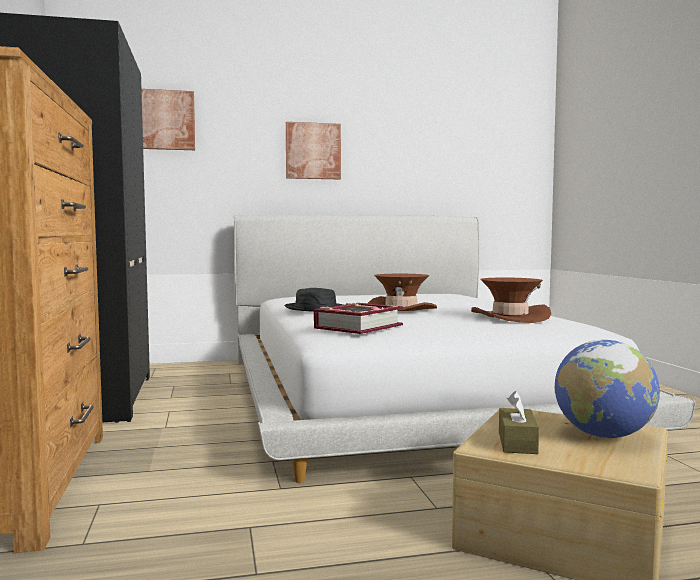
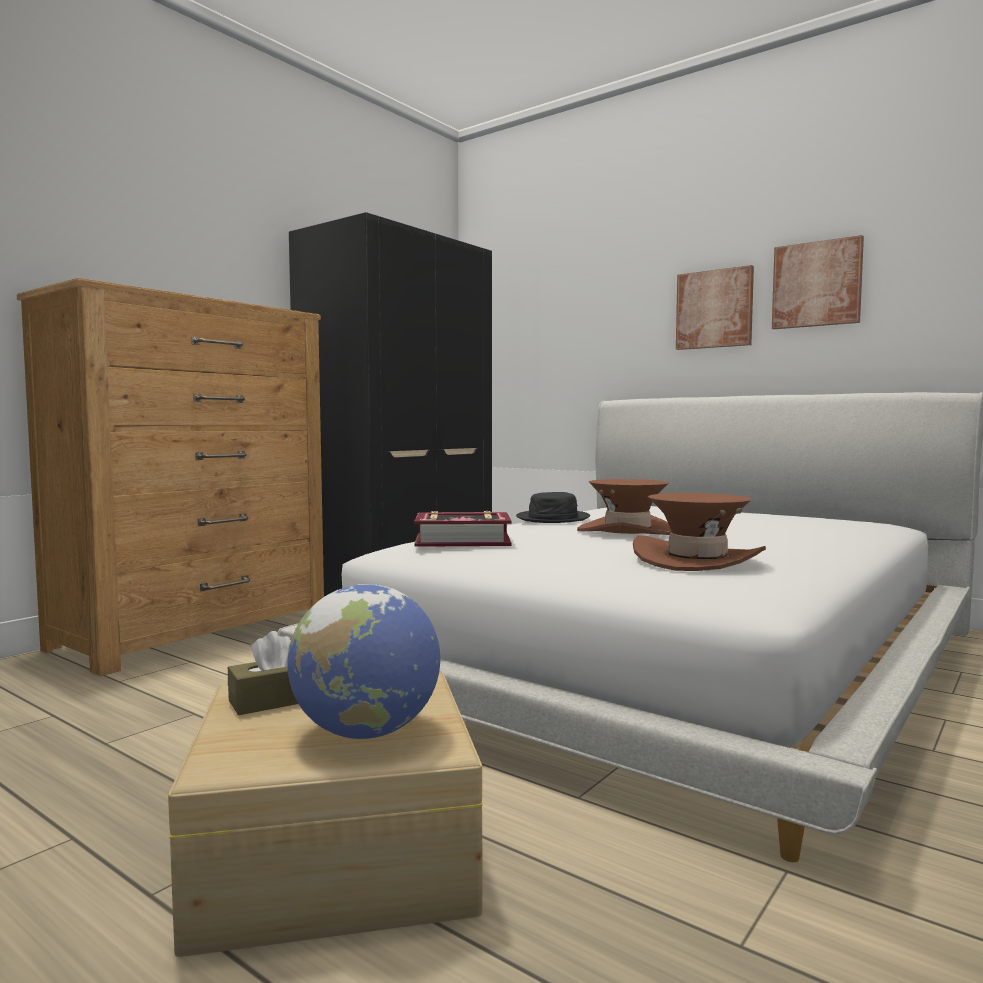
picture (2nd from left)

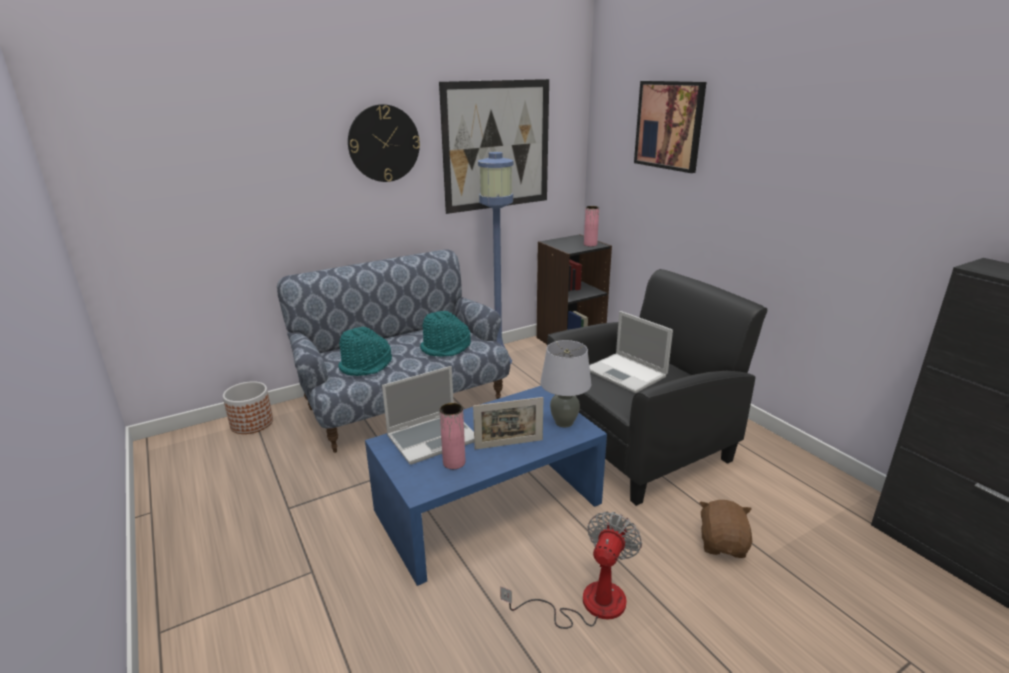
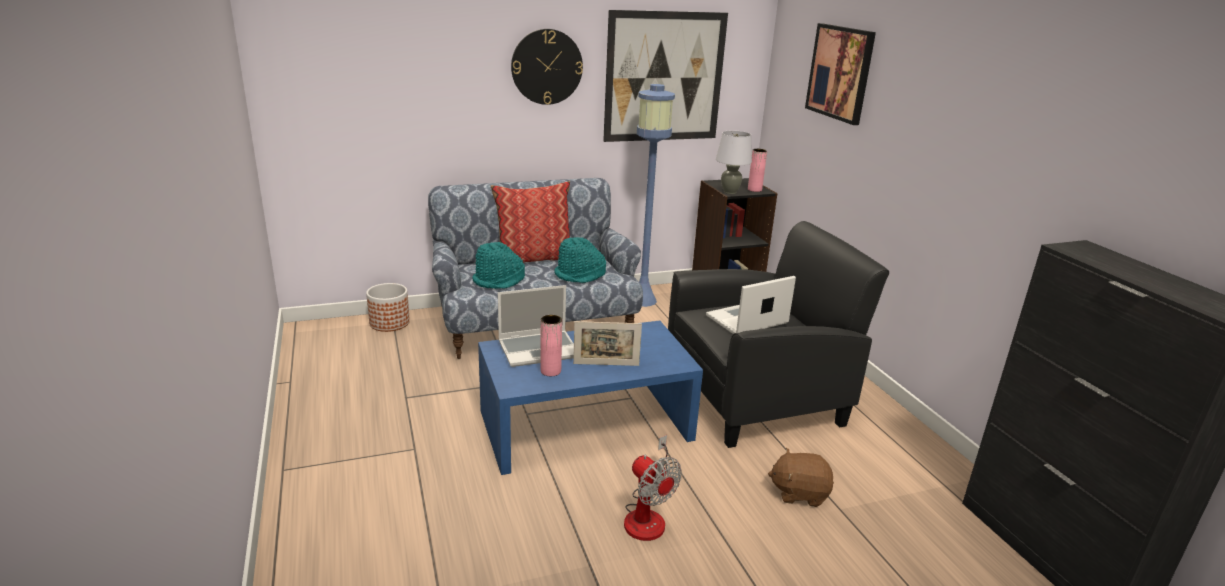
laptop (2nd from left)
grey table lamp
brown plush toy
fan
pillow

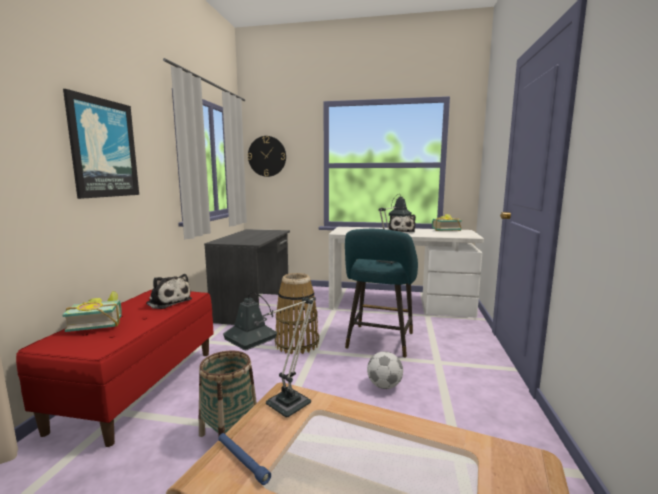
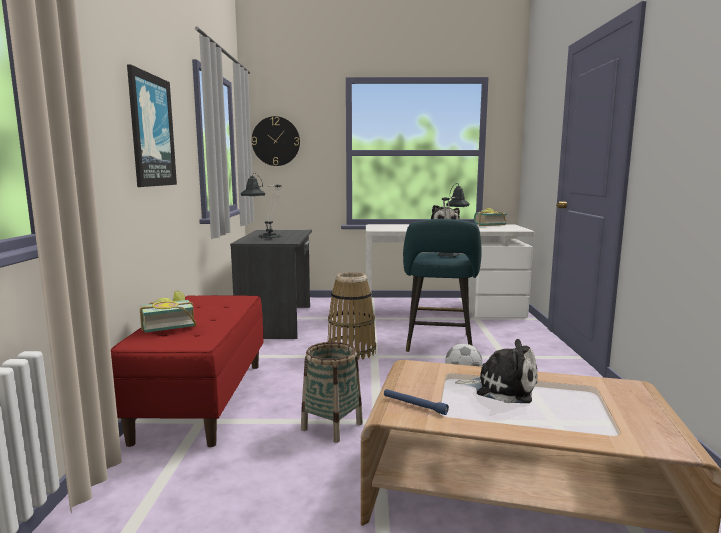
plush toy (2nd from left)
table lamp (1st from left)

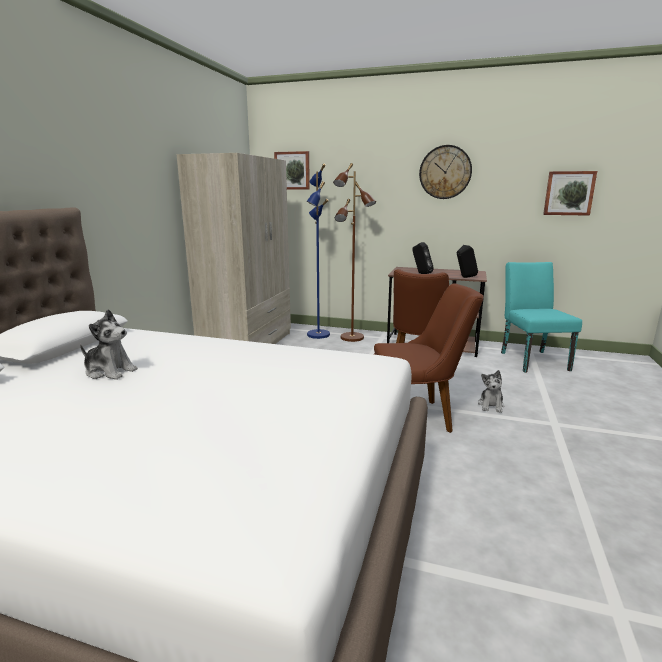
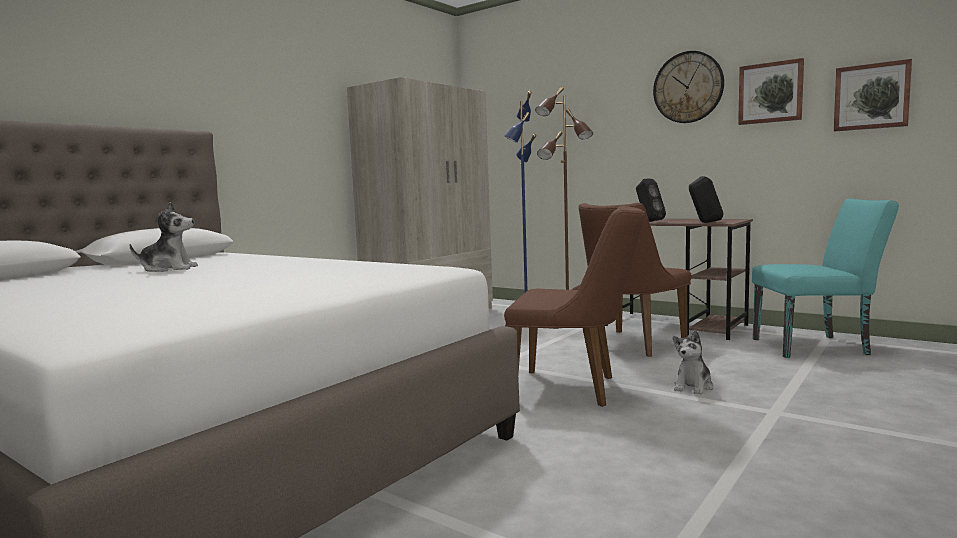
picture (1st from left)
turquoise chair
plush toy (1st from left)

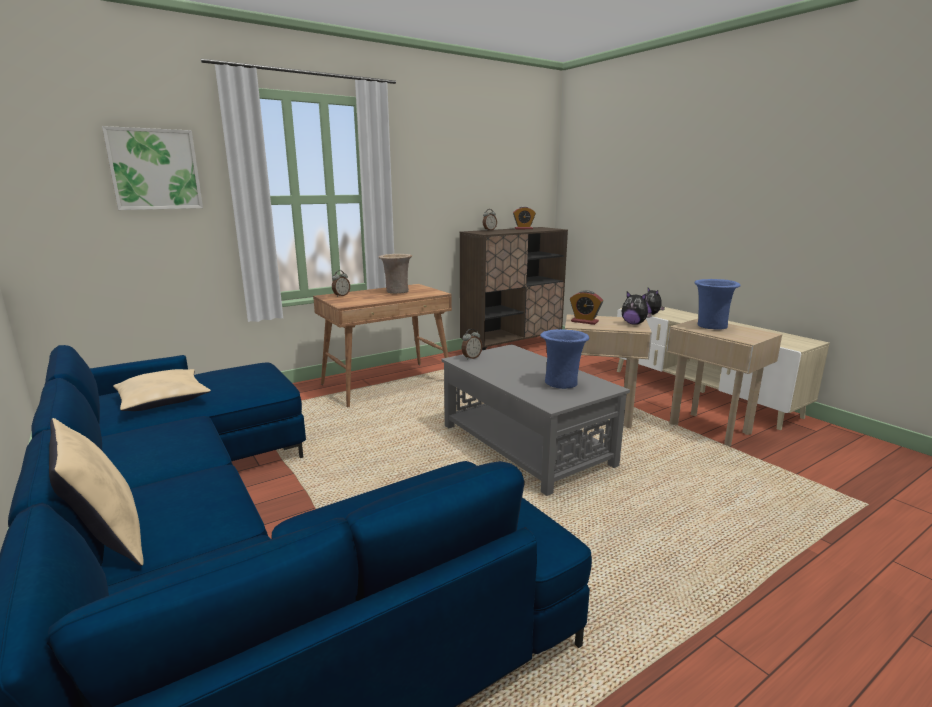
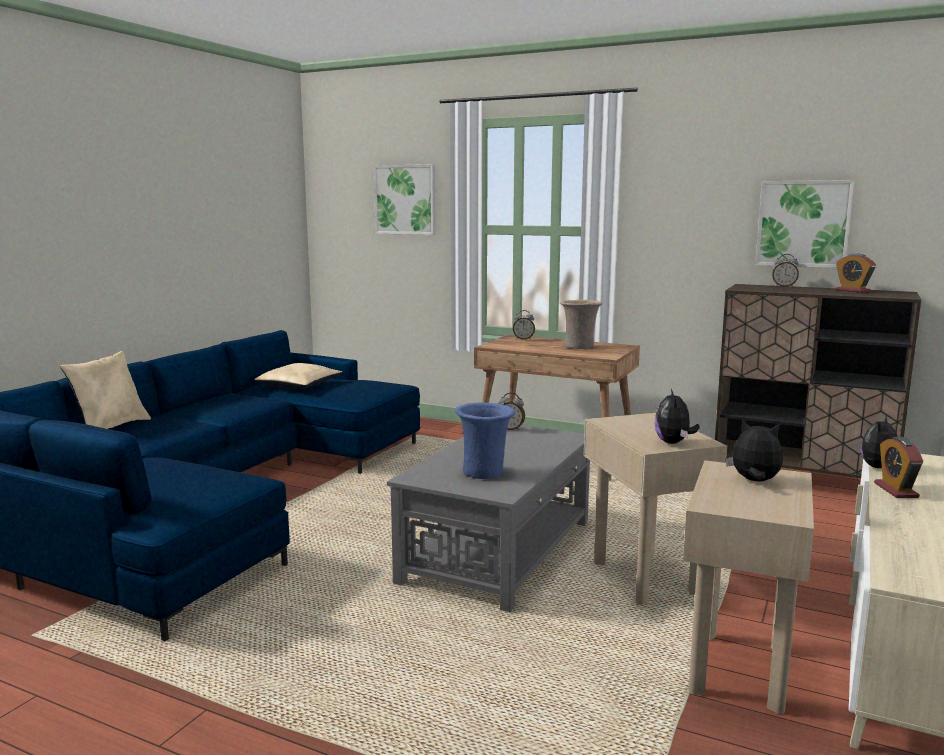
plush toy (2nd from left)
alarm clock (5th from left)
picture (2nd from left)

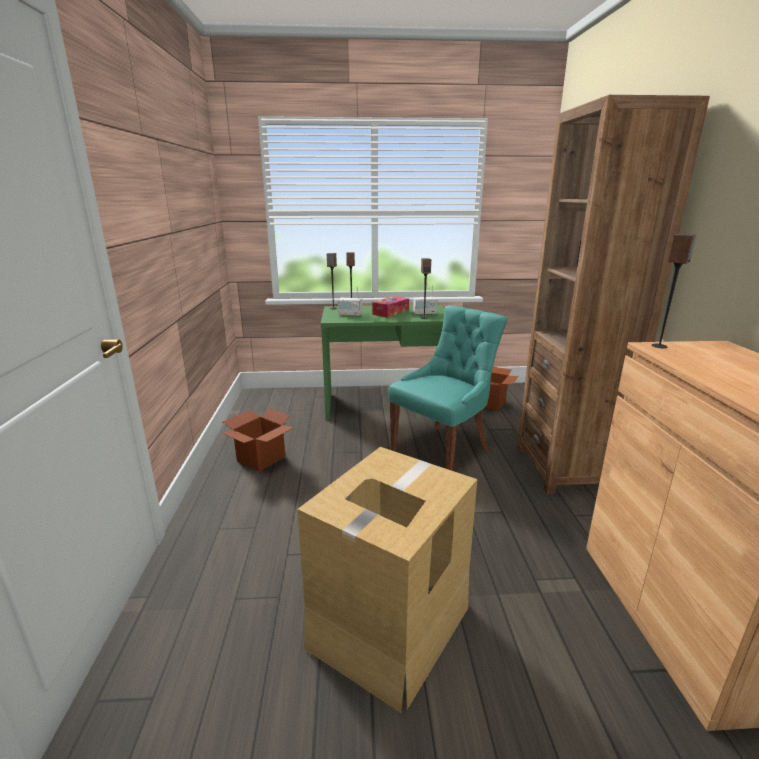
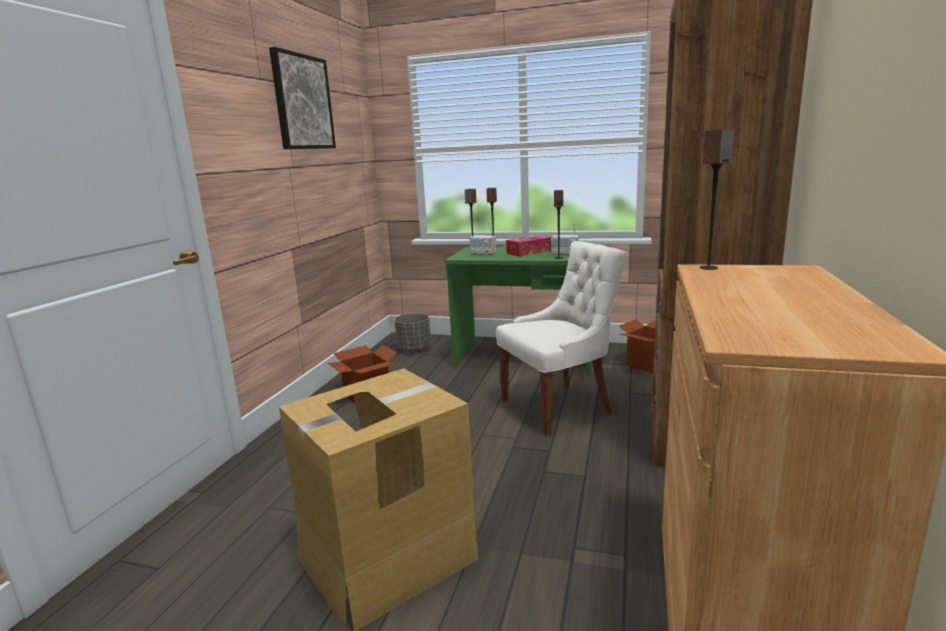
white chair
picture
grey planter

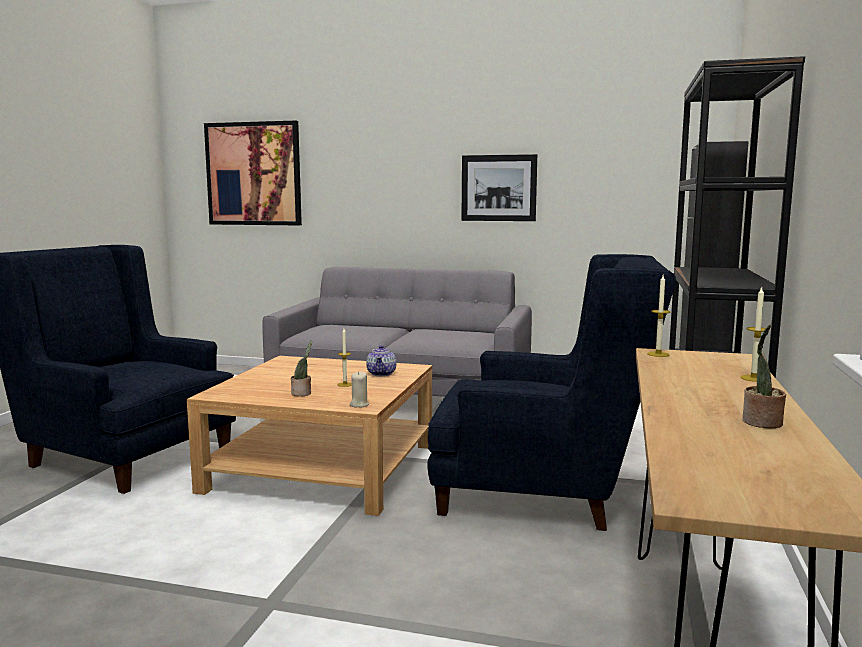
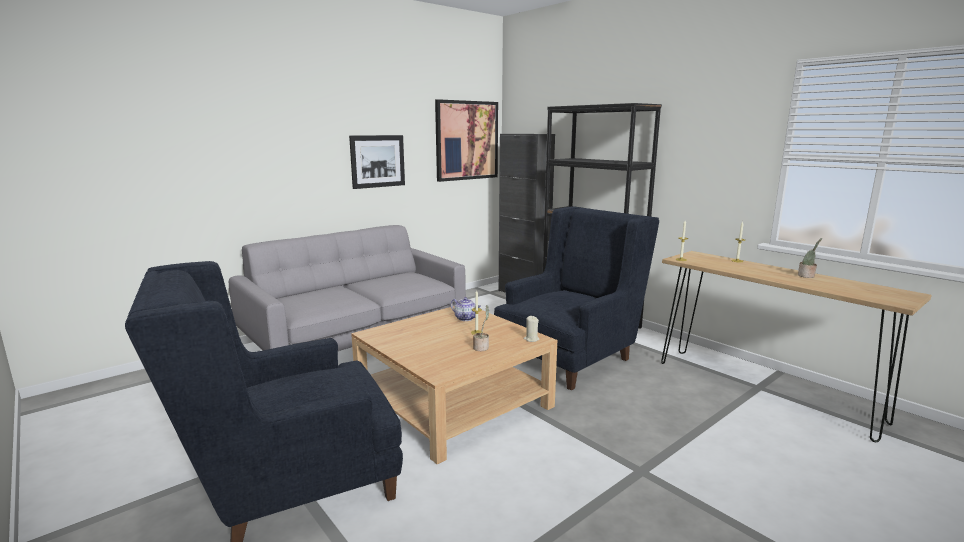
picture (2nd from left)

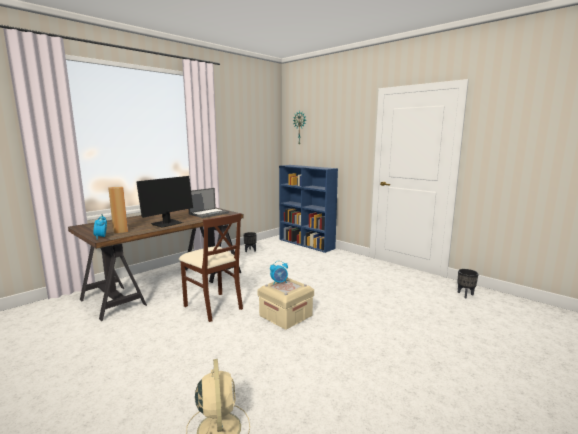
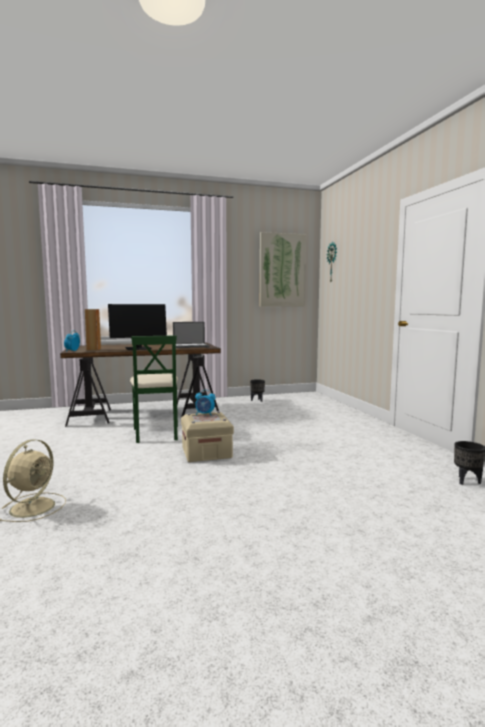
blue bookcase
green chair
picture

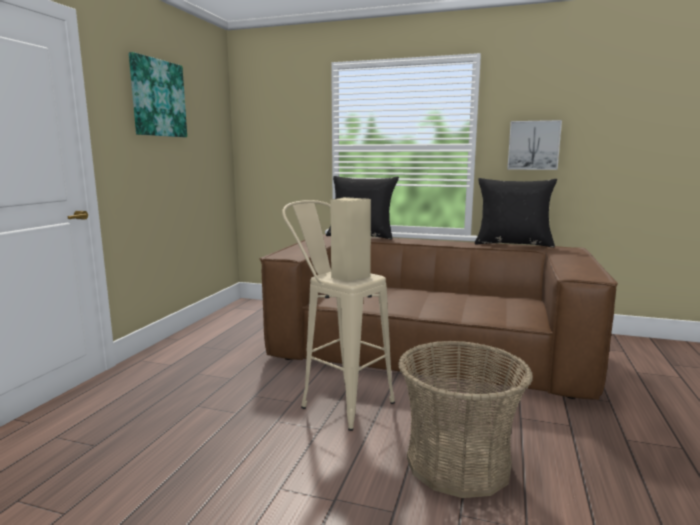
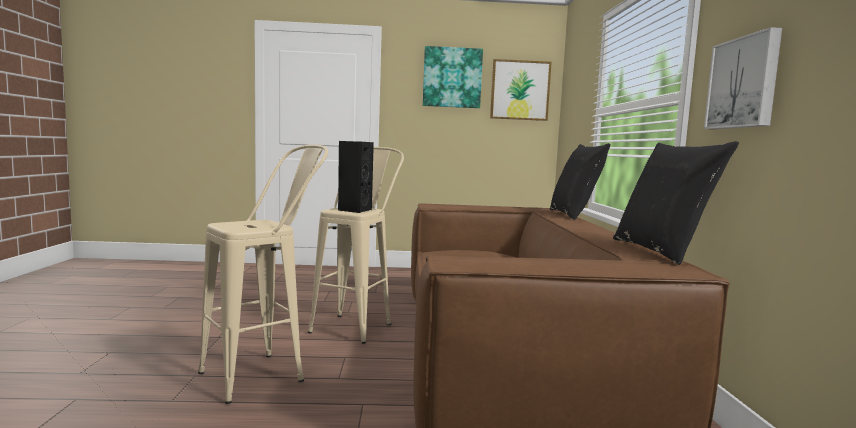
black speaker
beige stool (1st from left)
picture (2nd from left)

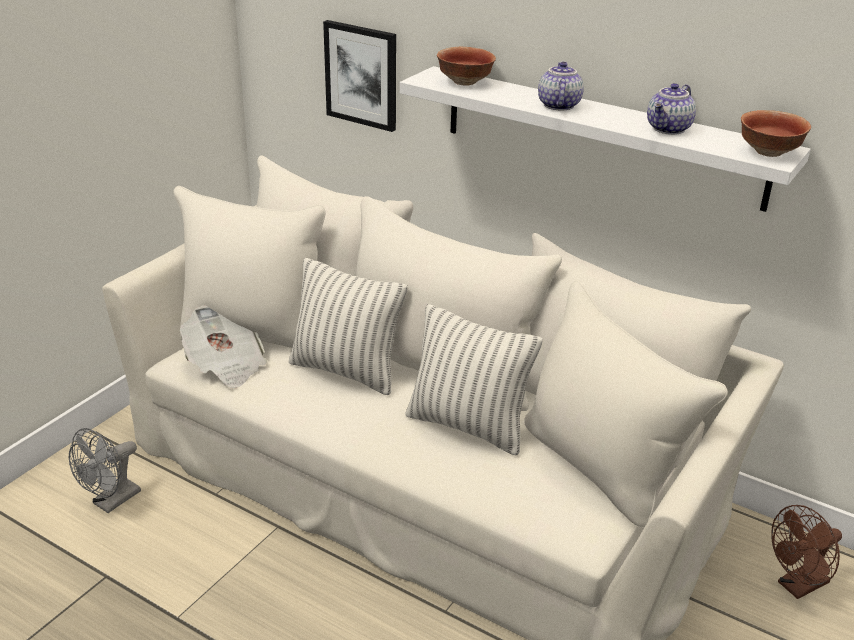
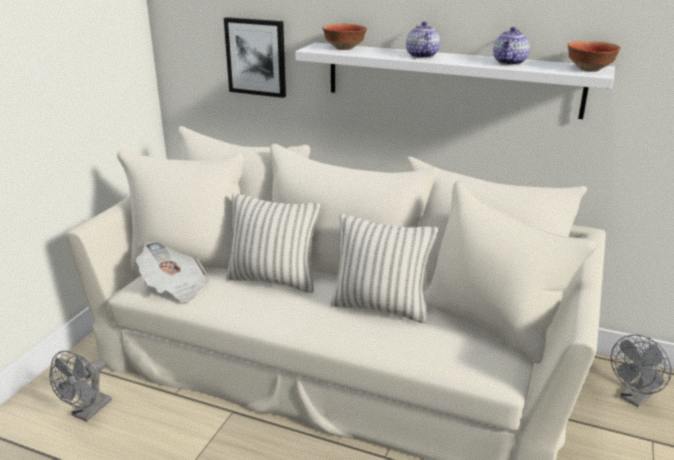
grey fan (2nd from left)

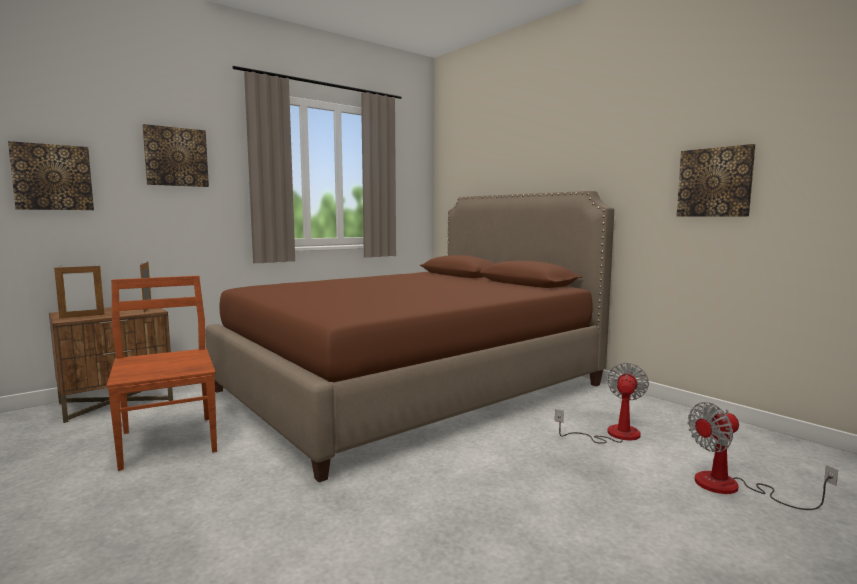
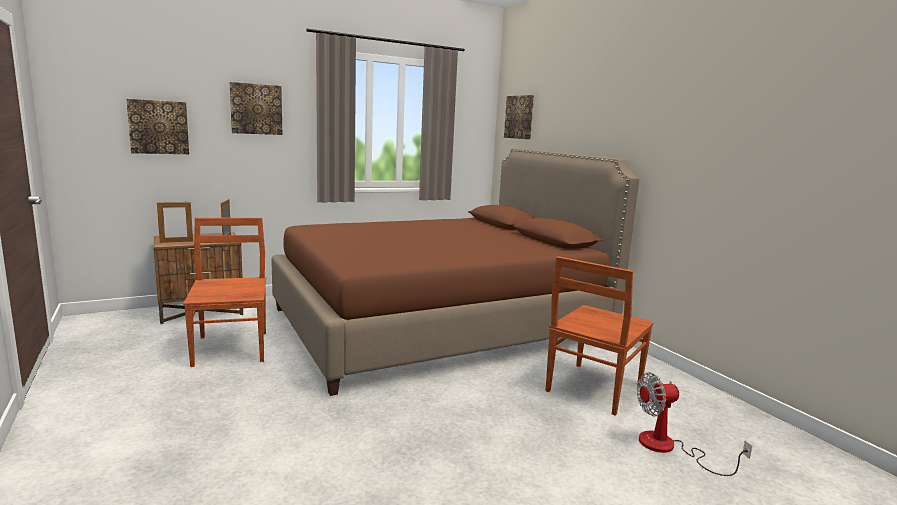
picture (3rd from left)
brown chair (2nd from left)

